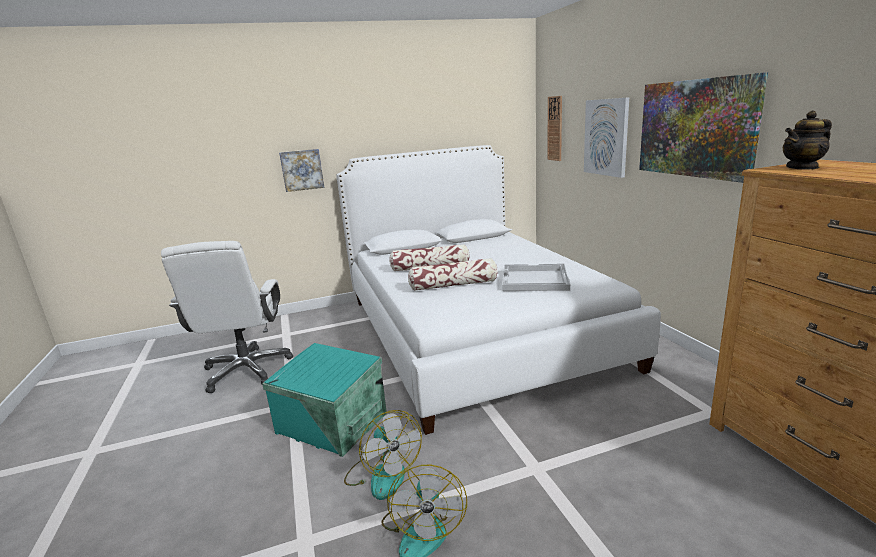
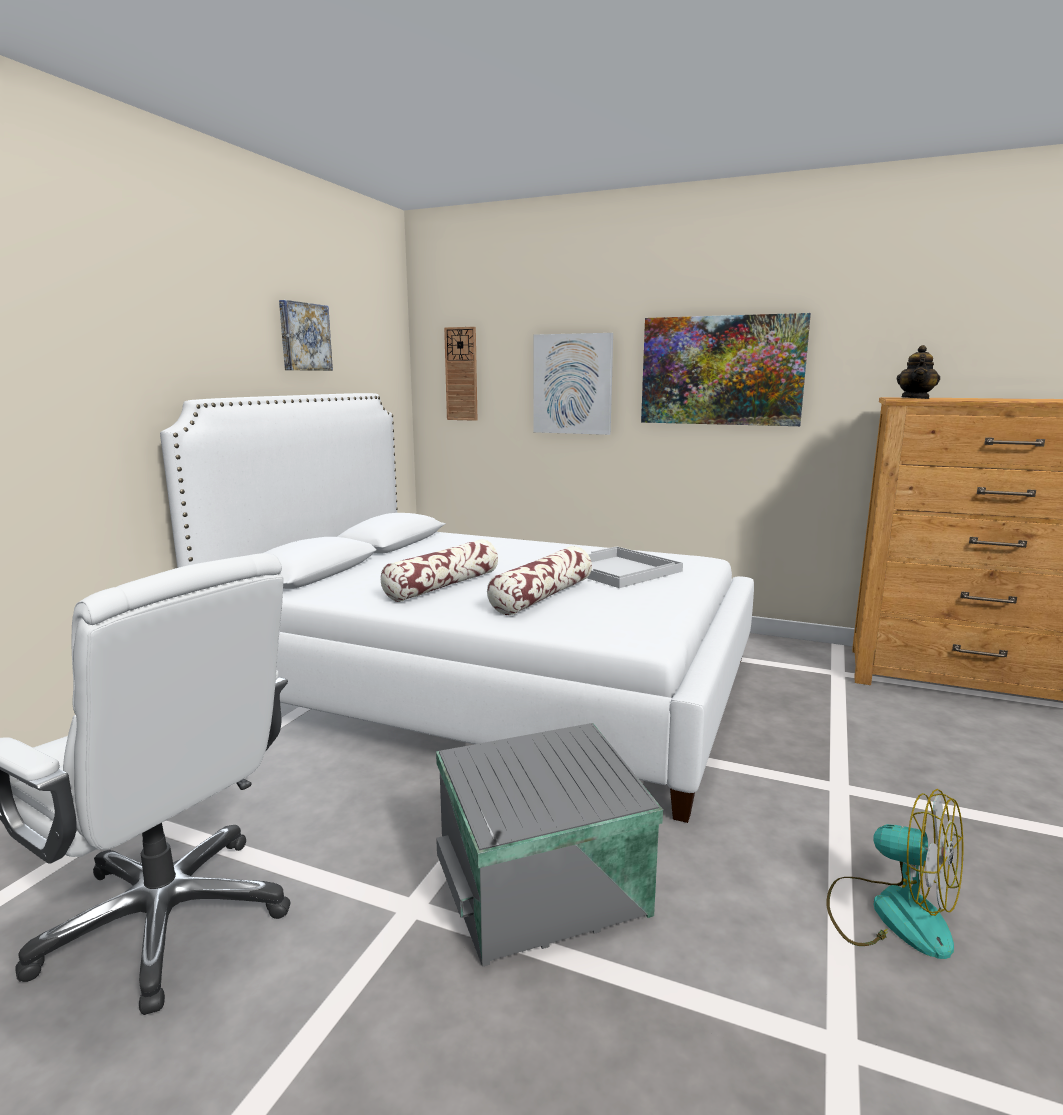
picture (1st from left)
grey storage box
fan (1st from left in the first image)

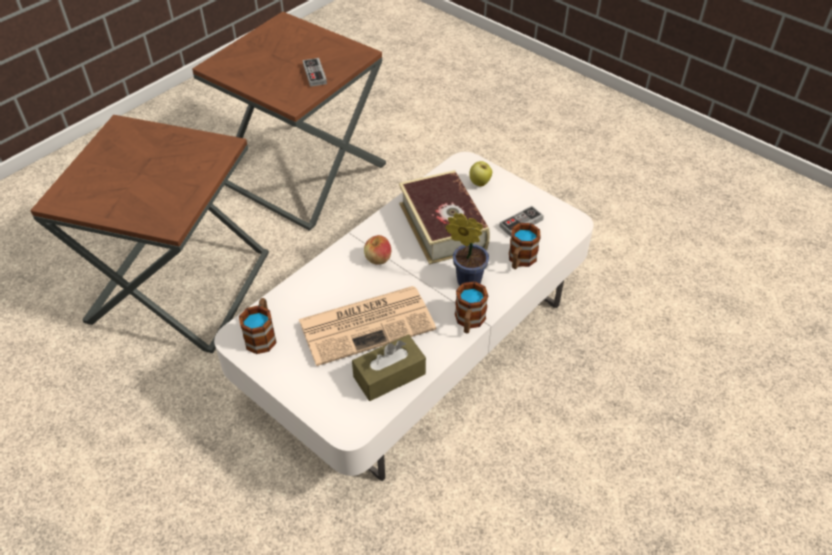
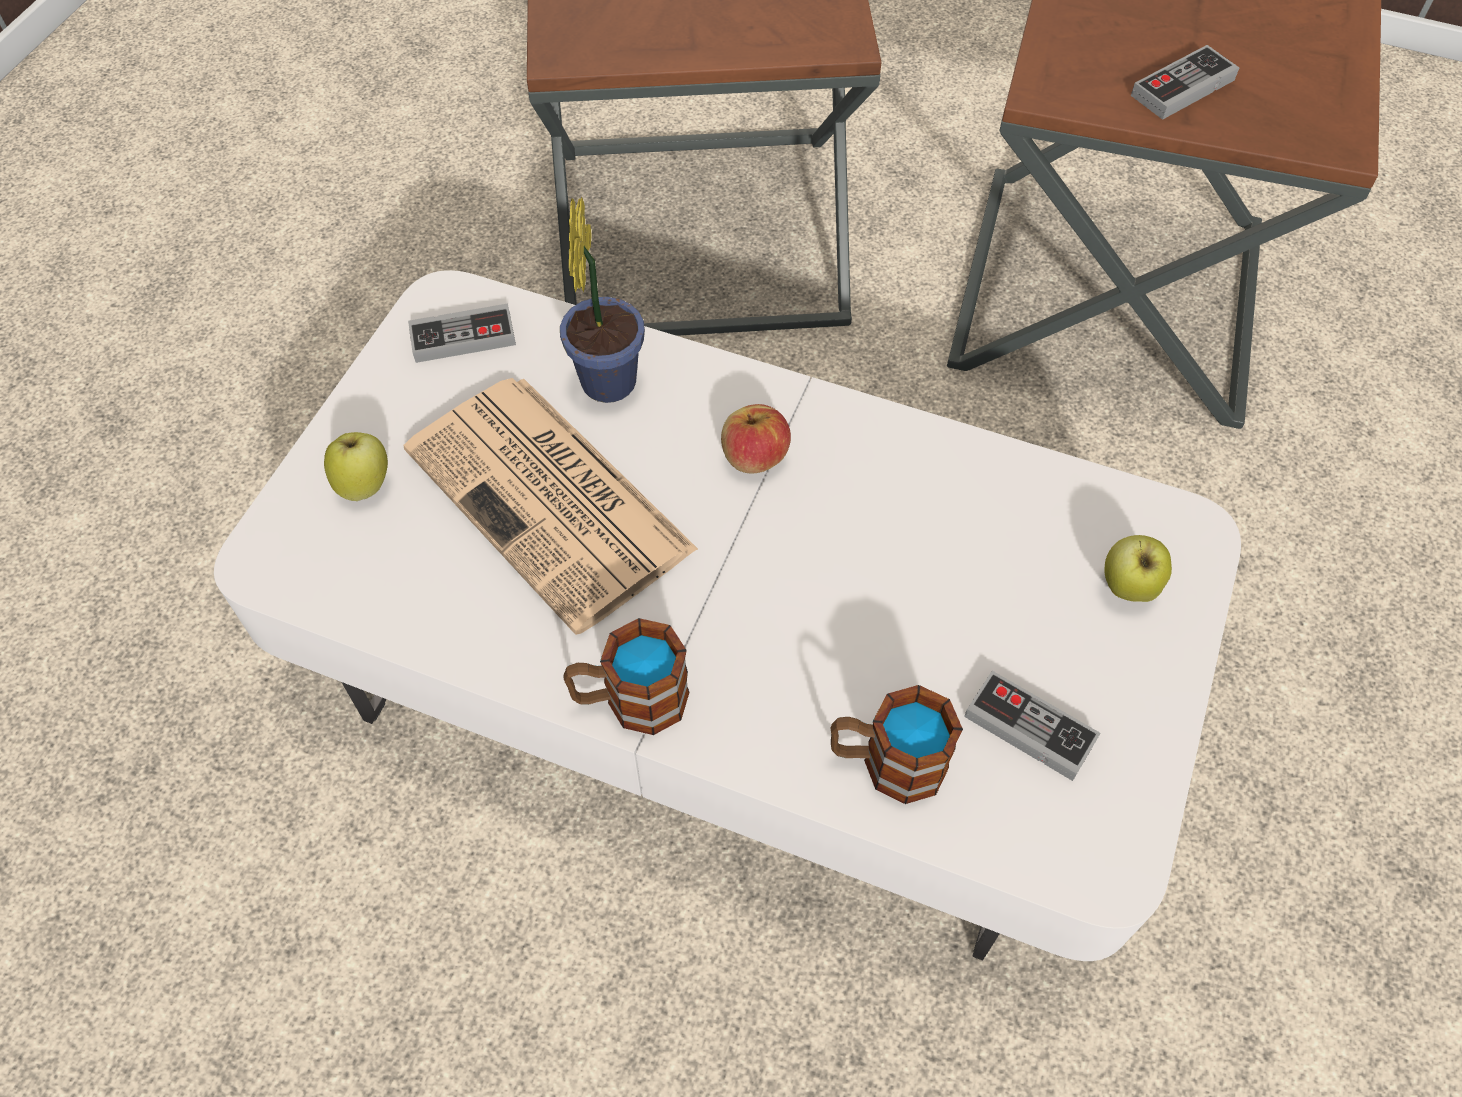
book
potted plant
game controller (1st from left)
brown tissue box
apple (1st from left)

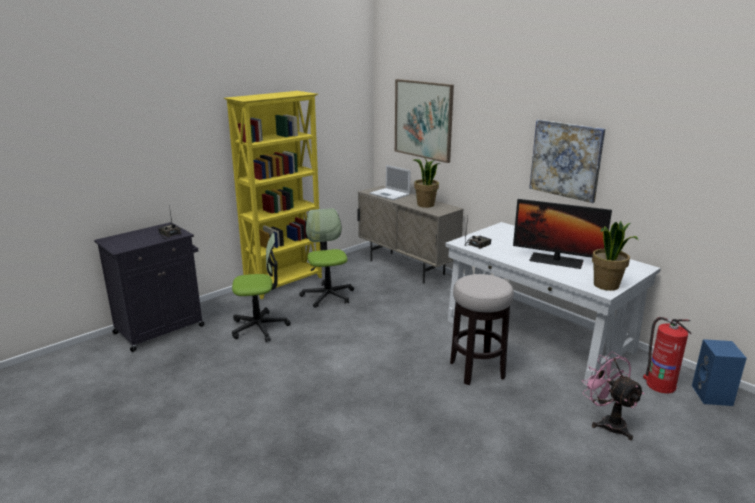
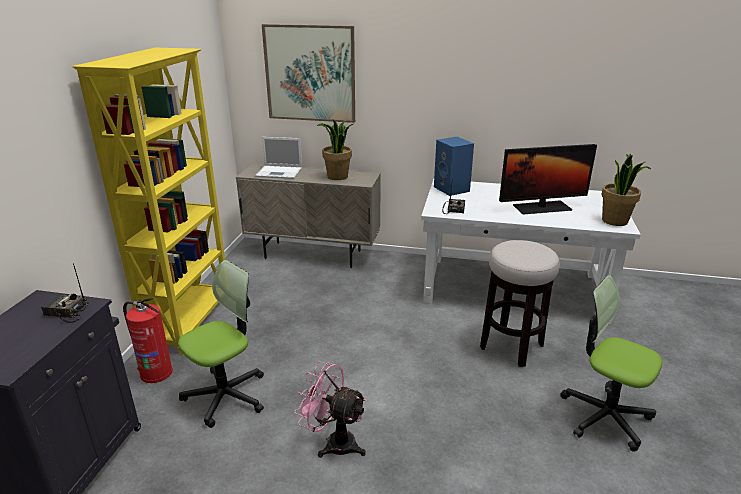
picture (2nd from left in the first image)
office chair (2nd from left)
fire extinguisher
blue speaker
pink fan

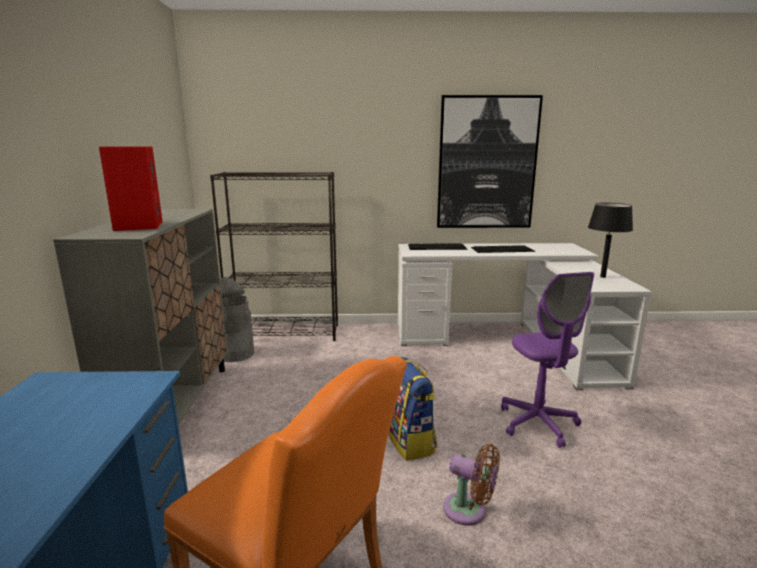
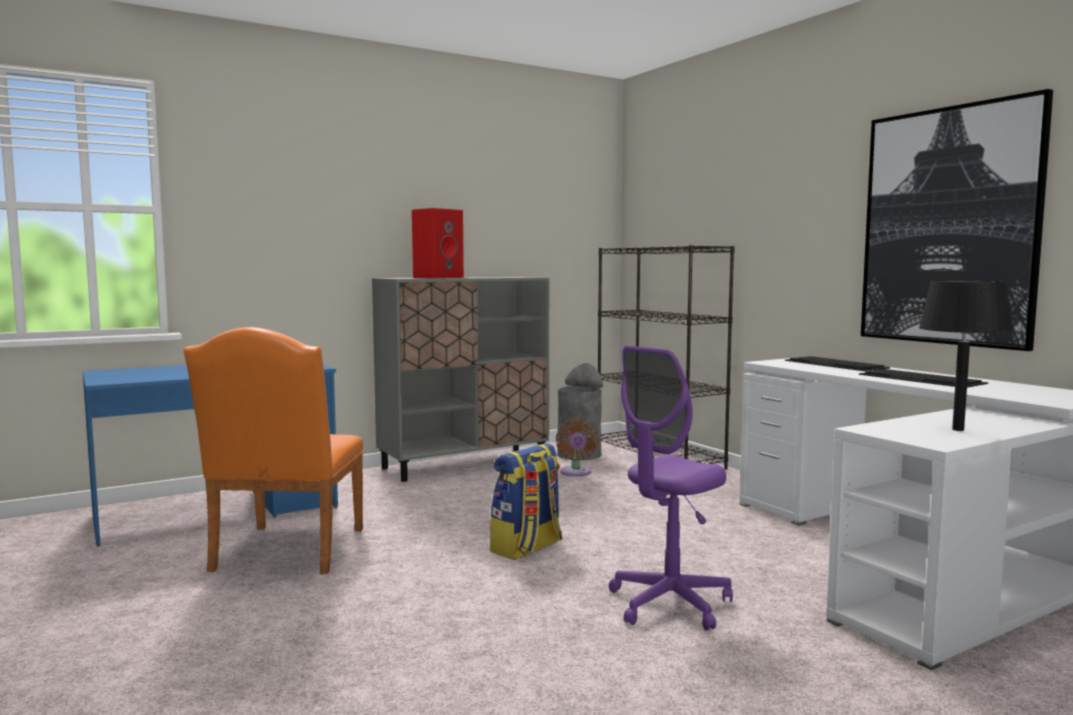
brown fan

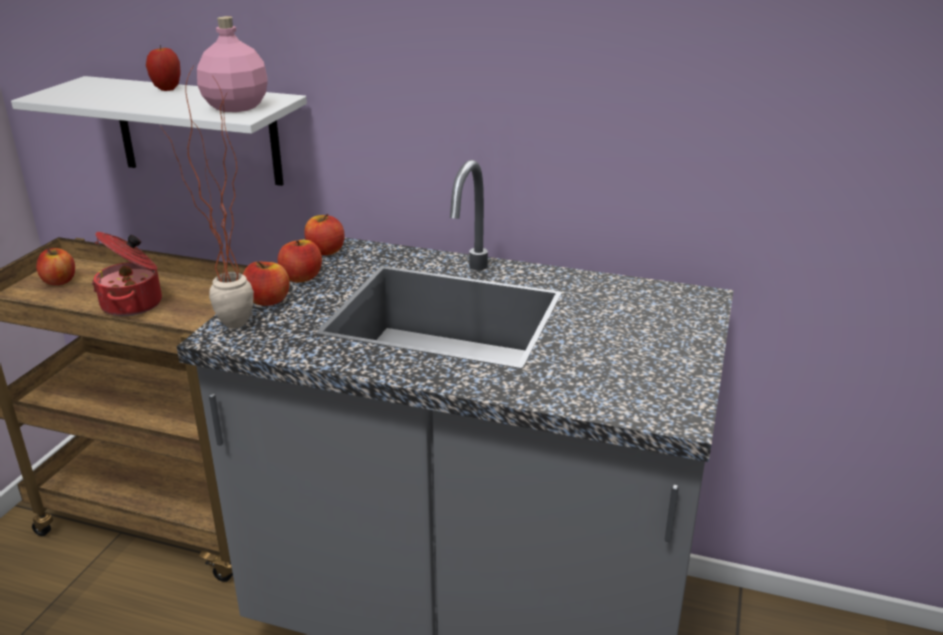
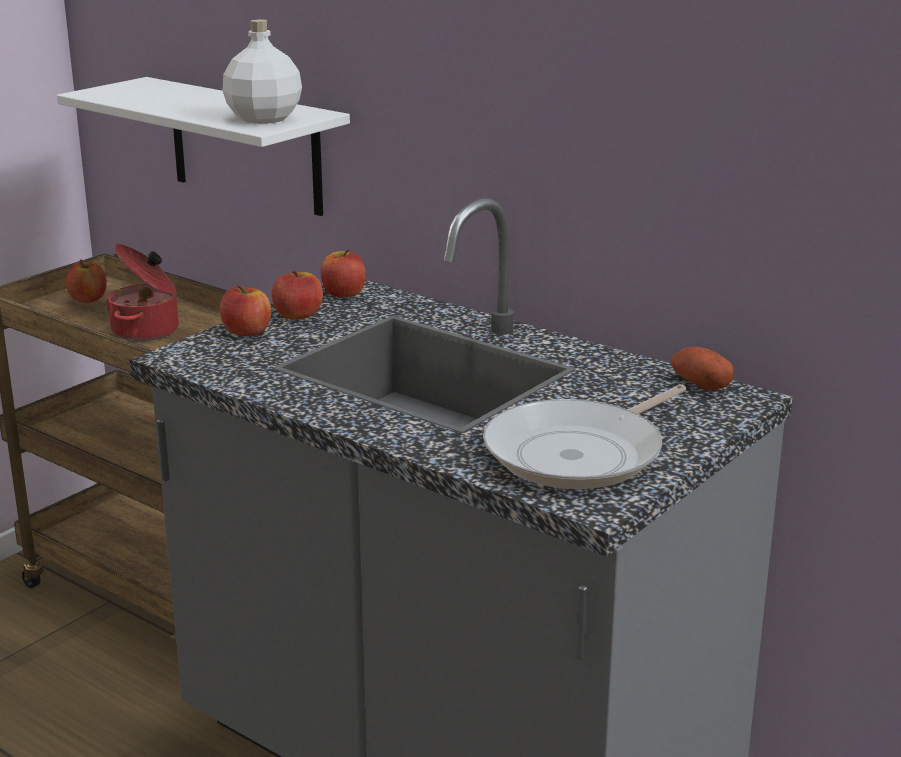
white bottle
apple (2nd from left in the first image)
potted plant
potato
frying pan

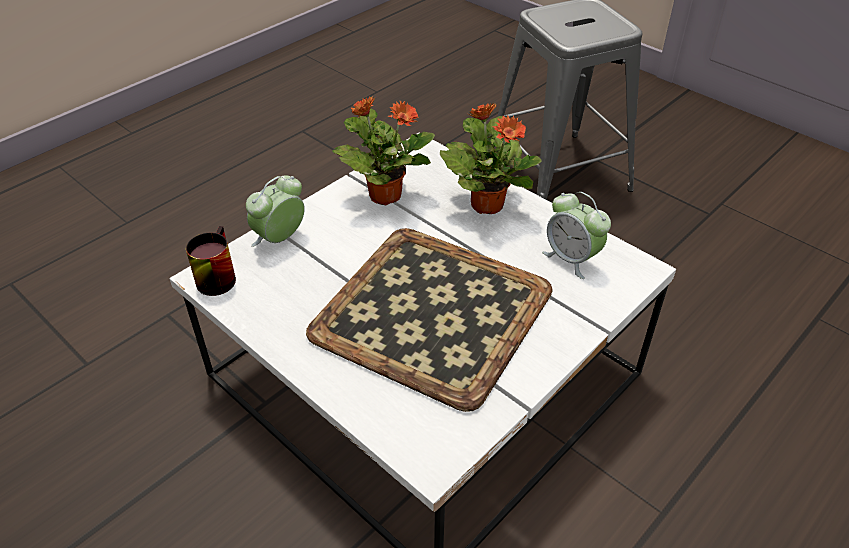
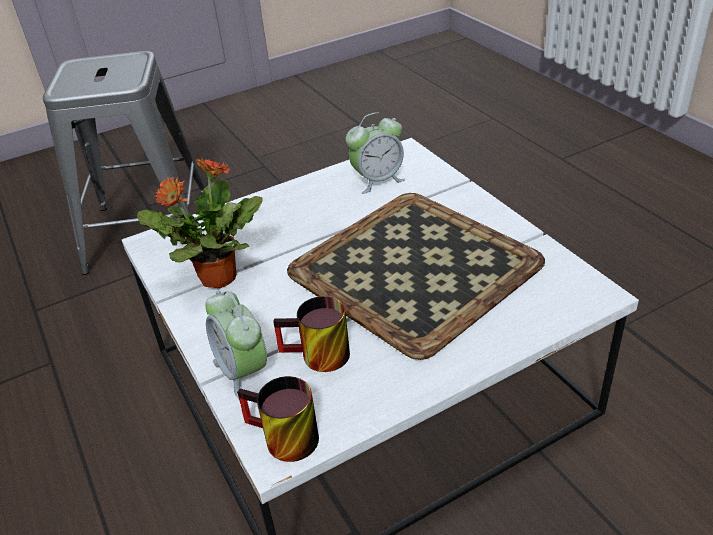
potted plant (2nd from left in the first image)
mug (2nd from left)

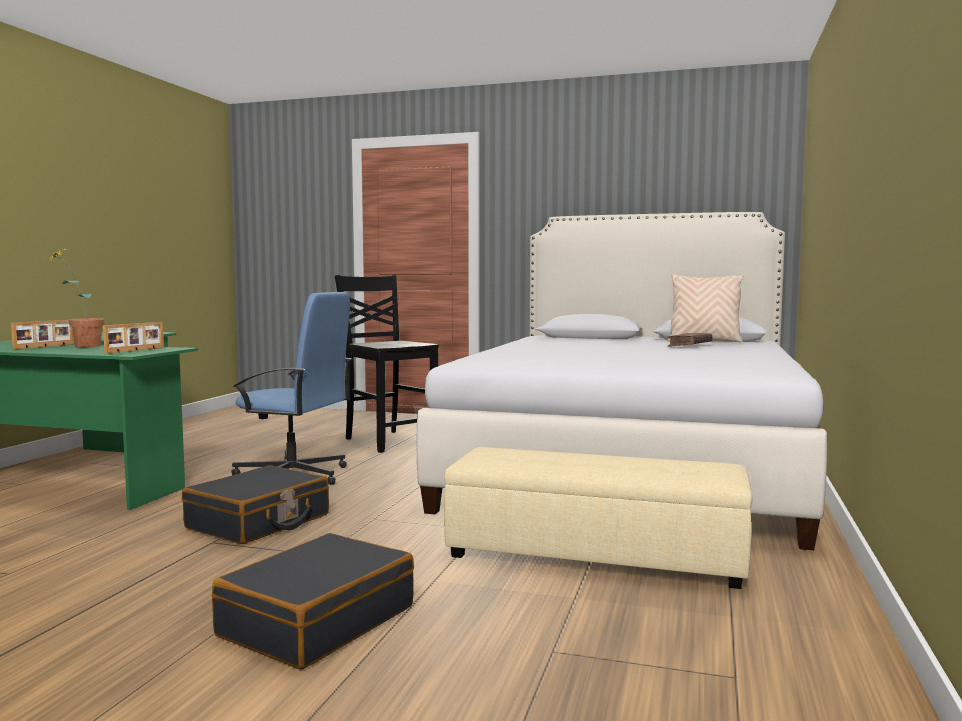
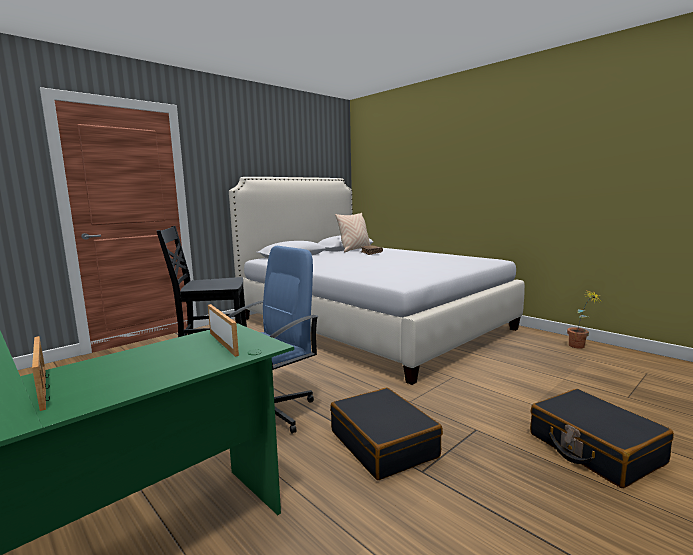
potted plant
beige ottoman

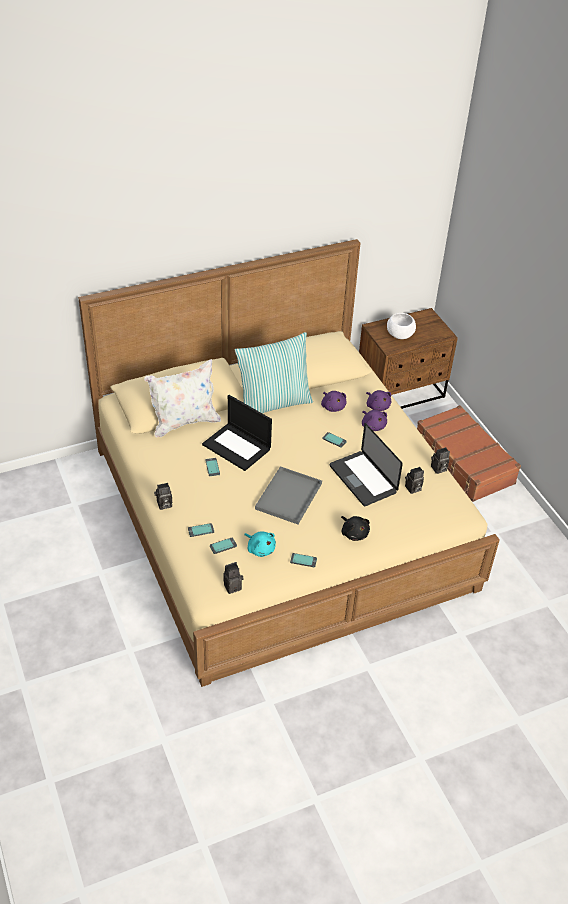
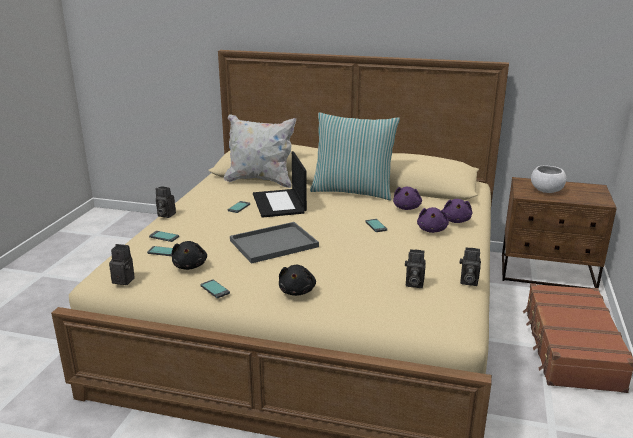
laptop (2nd from left in the first image)
black plush toy (1st from left)

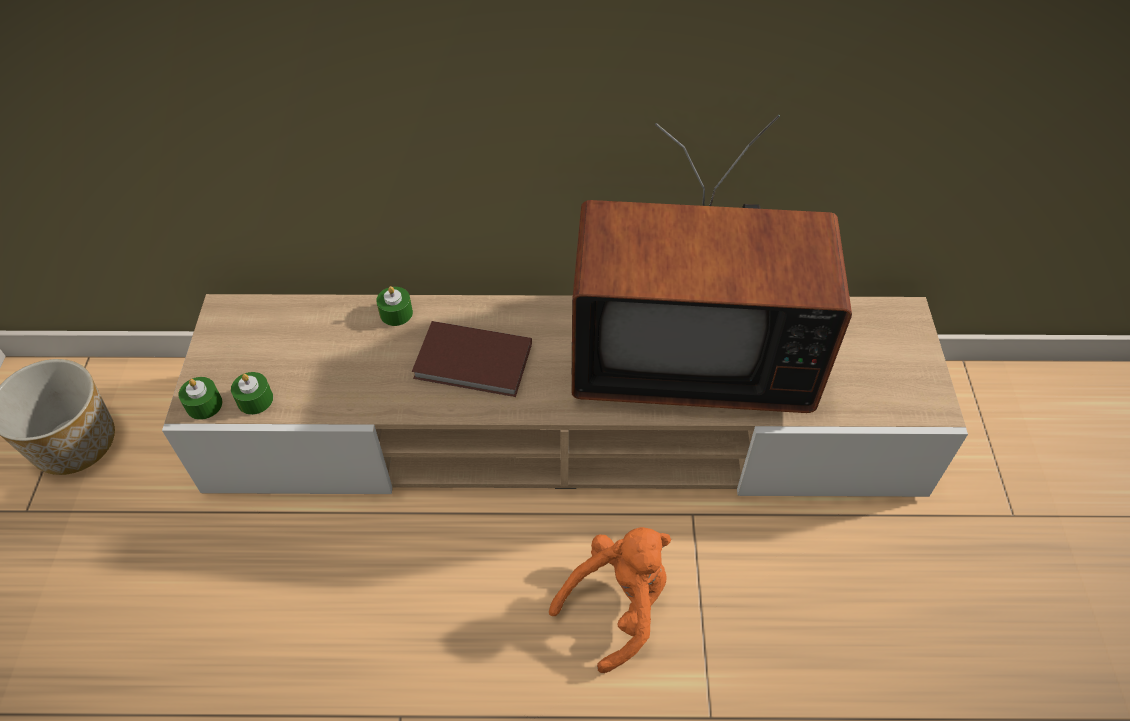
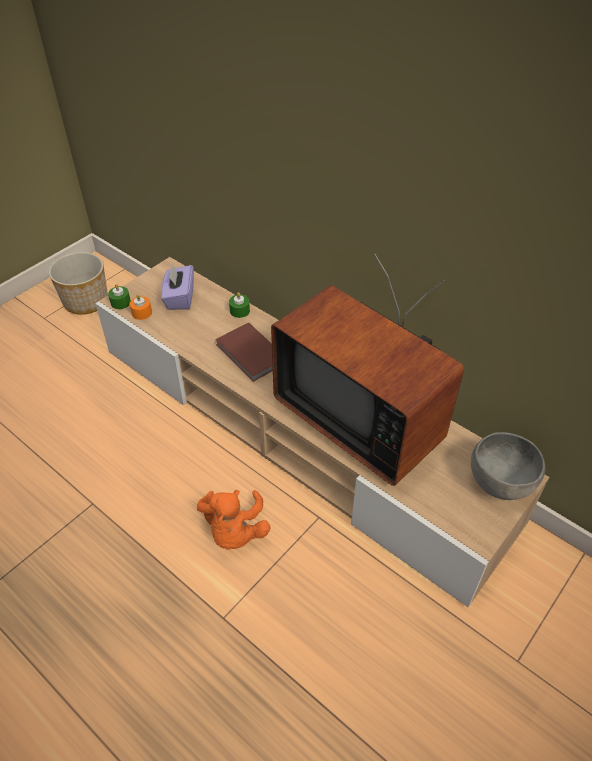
orange candle
orange plush toy
purple tissue box
grey bowl

